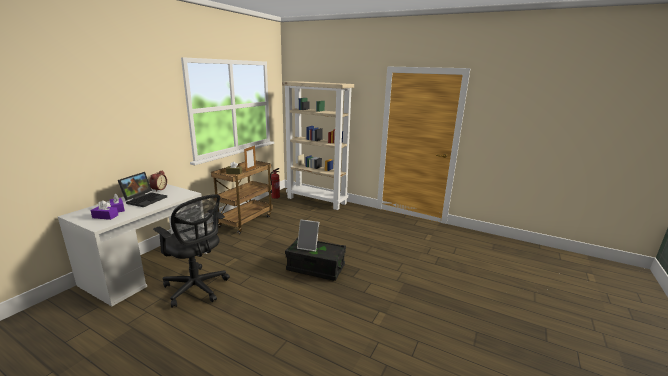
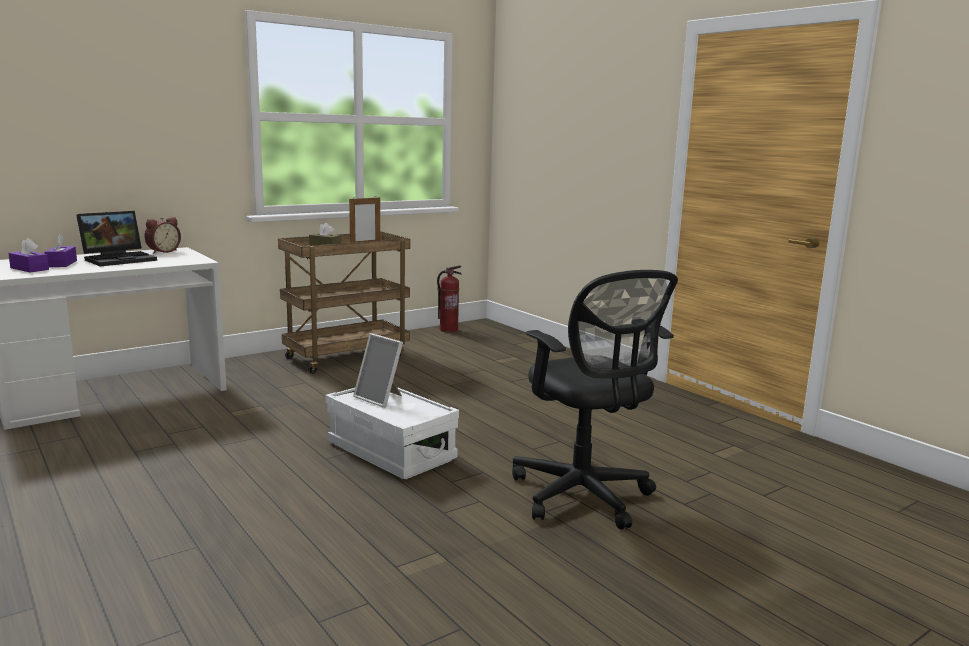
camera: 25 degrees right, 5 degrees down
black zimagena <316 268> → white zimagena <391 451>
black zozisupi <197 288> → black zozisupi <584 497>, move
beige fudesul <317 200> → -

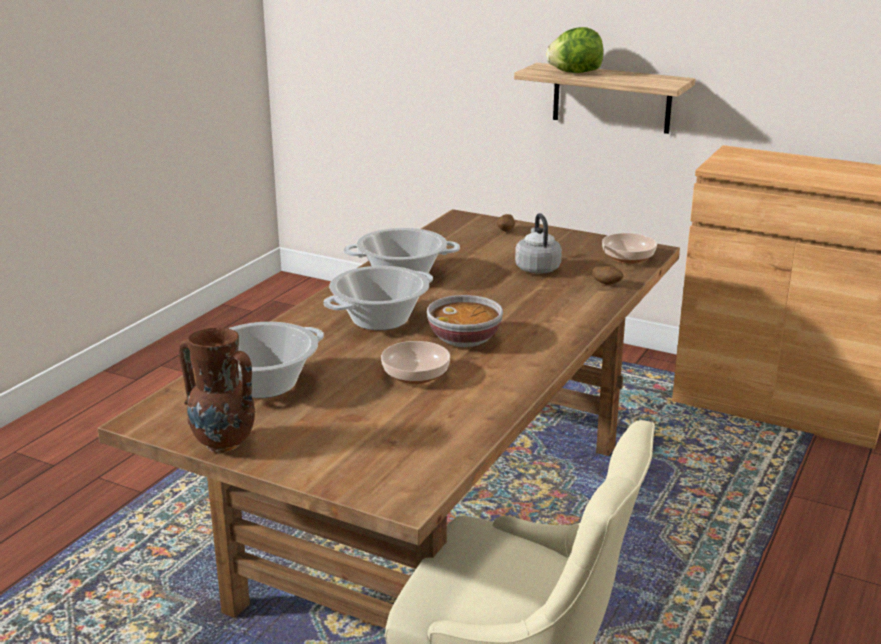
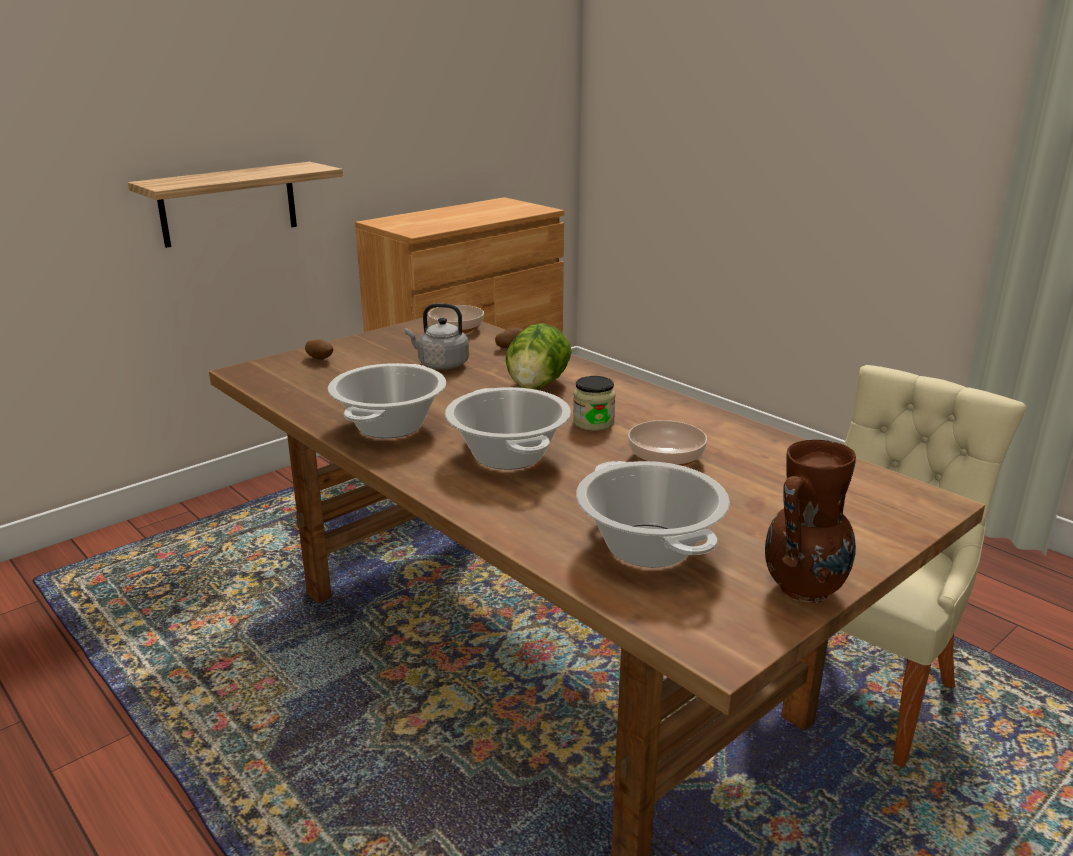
camera: 70 degrees left, 0 degrees up
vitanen <574 73> → vitanen <537 386>, move
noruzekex <465 339> → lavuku <593 423>

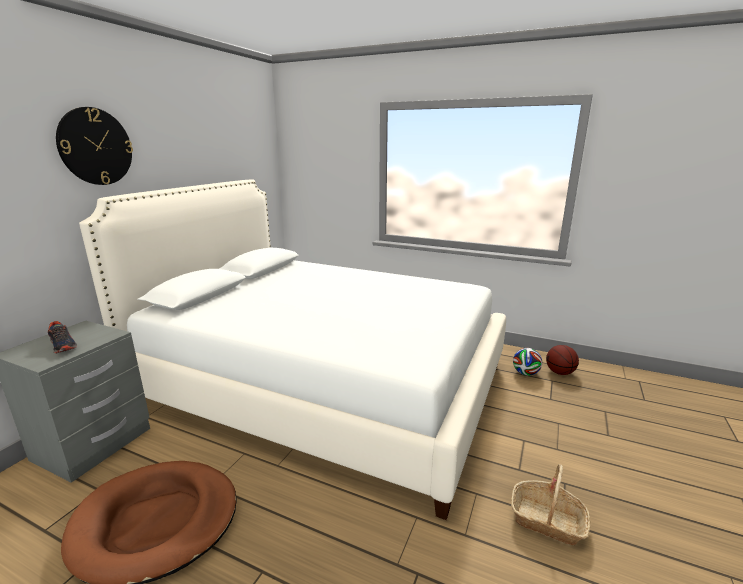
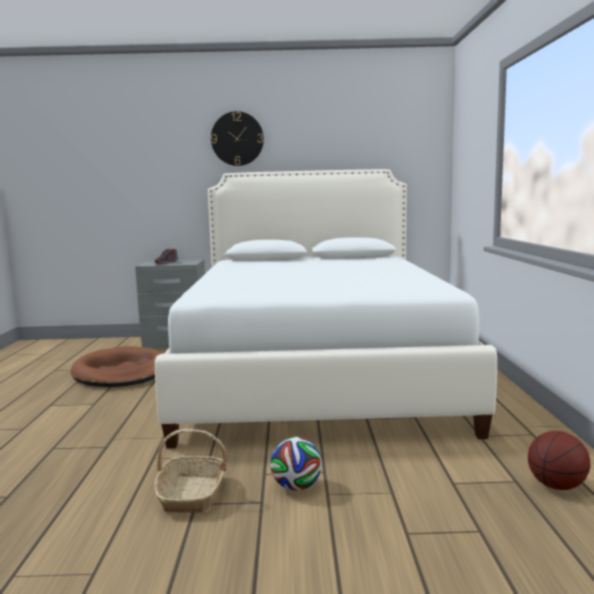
camera: 65 degrees right, 10 degrees down
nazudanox <525 373> → nazudanox <296 487>, move

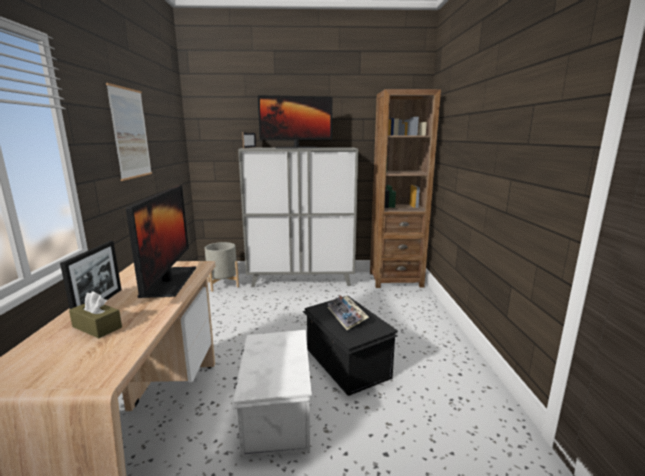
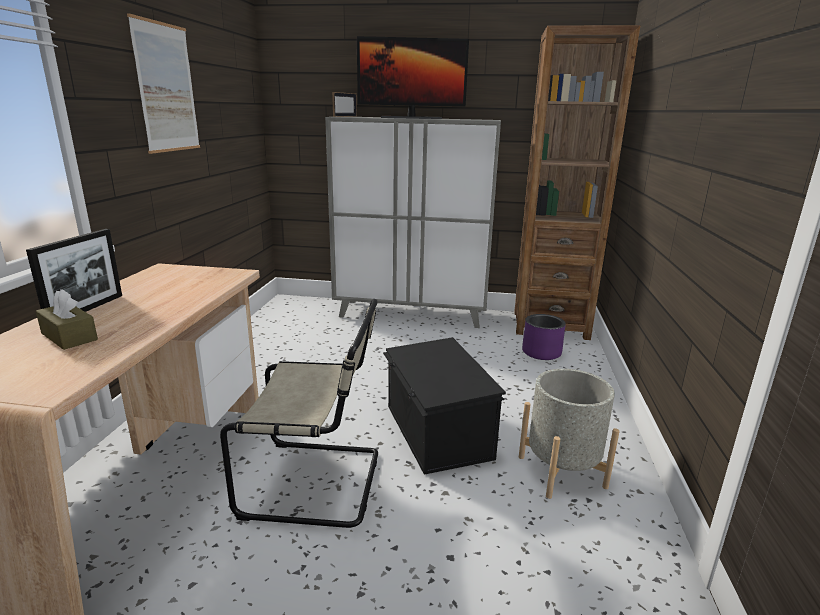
camera: 10 degrees right, 5 degrees up
white zimagena <275 413> → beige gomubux <318 482>
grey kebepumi <223 284> → grey kebepumi <561 471>, move
- → purple kebepumi <541 352>
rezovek <169 281> → -
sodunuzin <347 316> → -

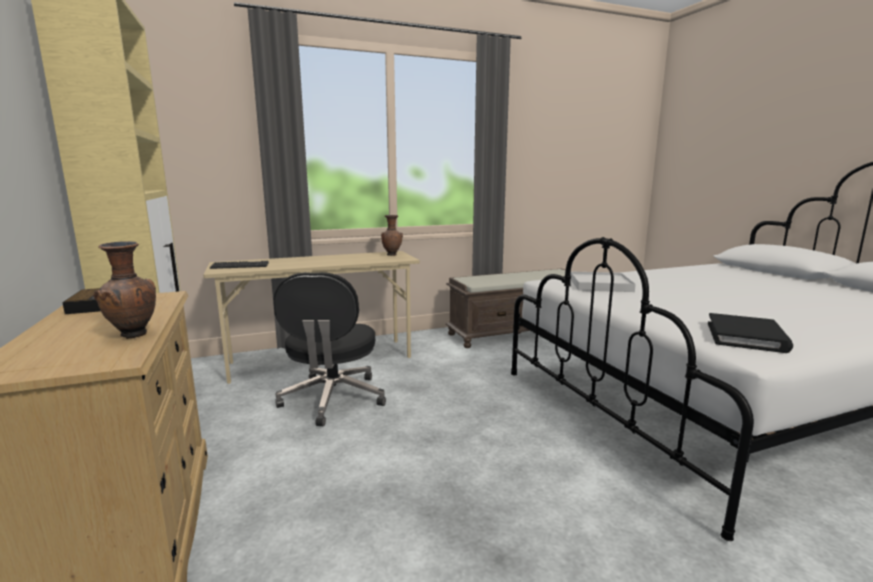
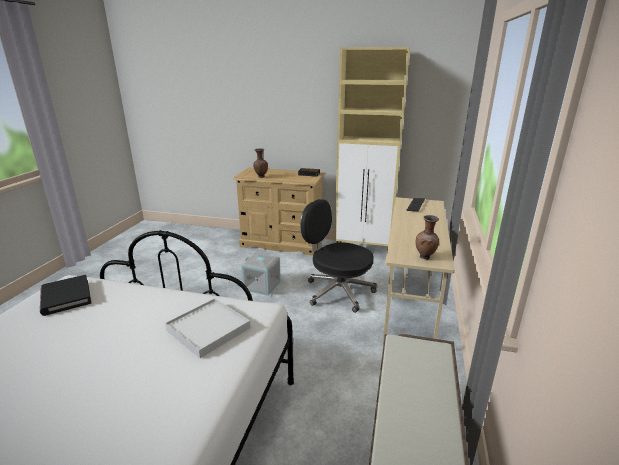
camera: 125 degrees right, 10 degrees up
- → grey zimagena <262 285>

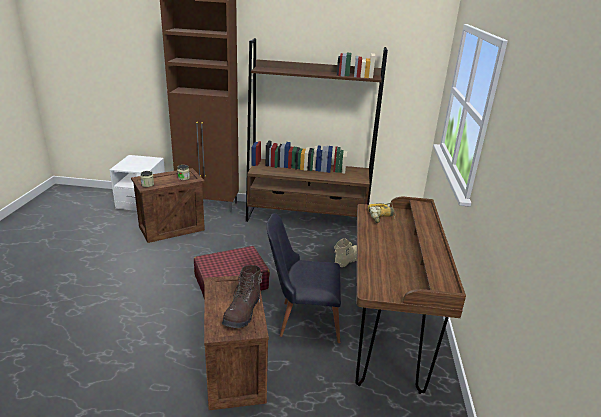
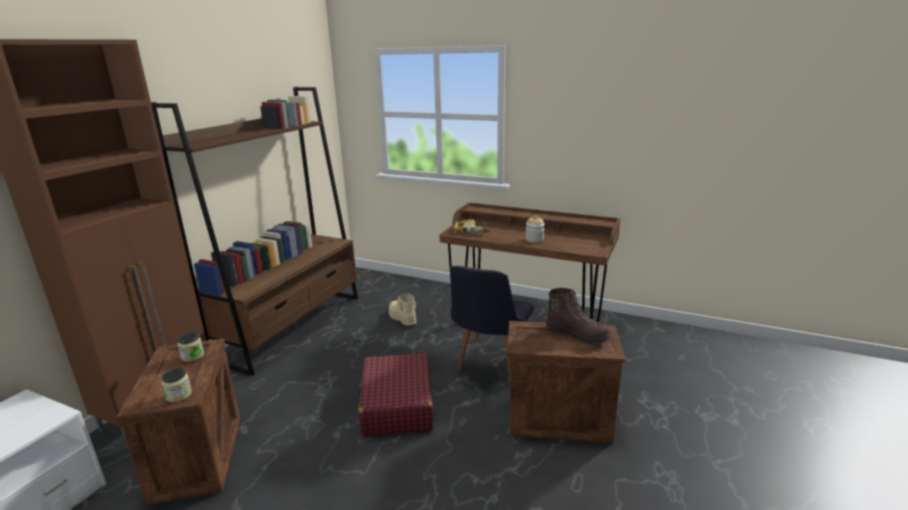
camera: 70 degrees left, 5 degrees down
- → lavuku <534 239>

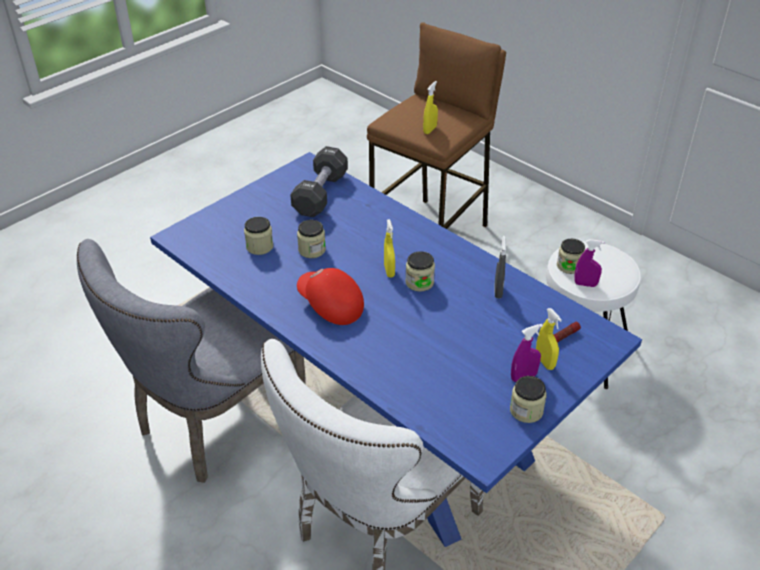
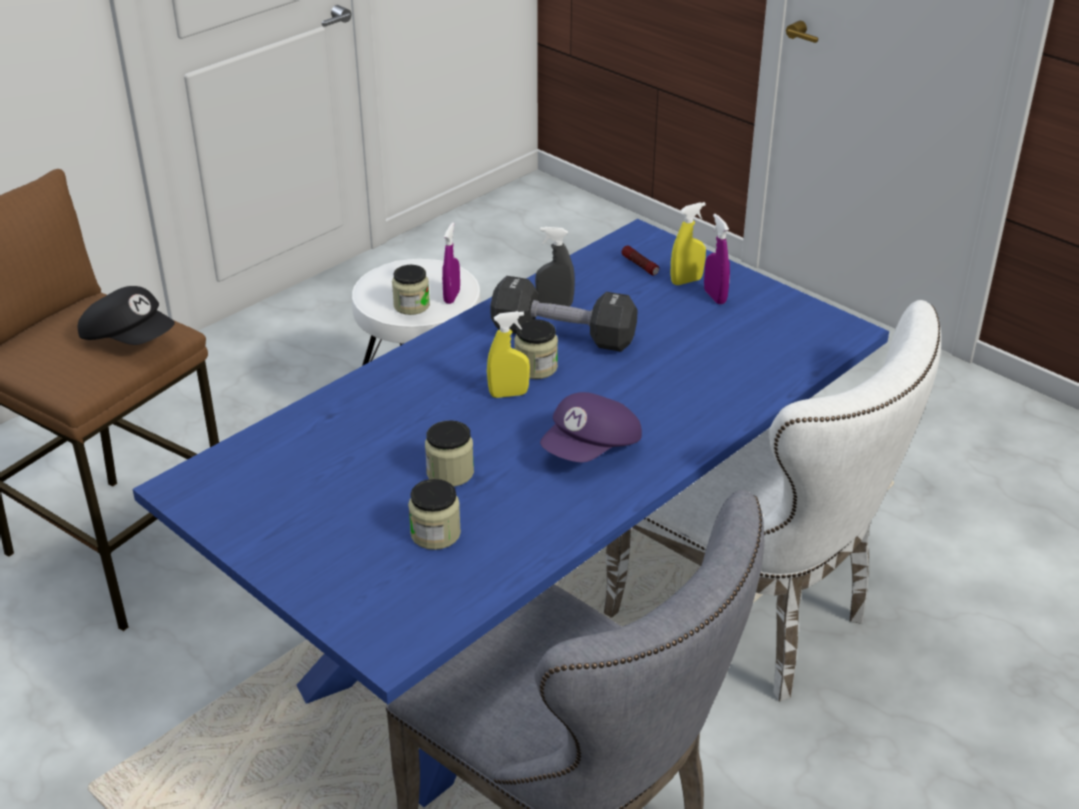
camera: 90 degrees left, 5 degrees down
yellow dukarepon <430 130> → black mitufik <130 338>
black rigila <320 194> → black rigila <563 335>, move
red mitufik <330 306> → purple mitufik <592 449>
lavuku <526 410> → -

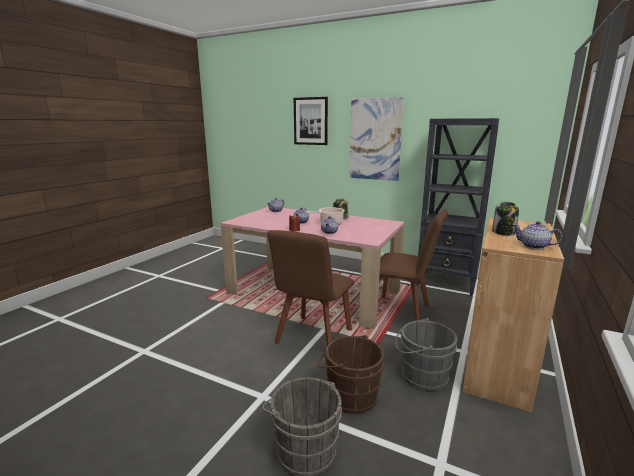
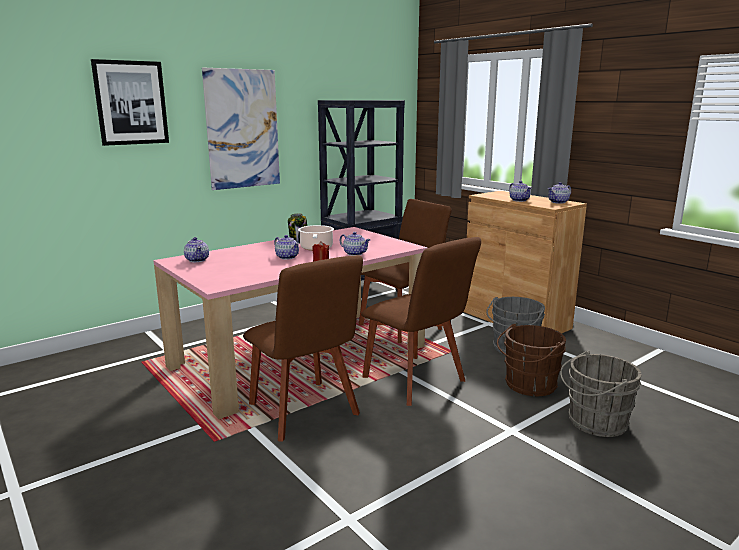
camera: 65 degrees left, 0 degrees up
- → brown gomubux <305 412>
lavuku <503 232> → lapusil <519 200>

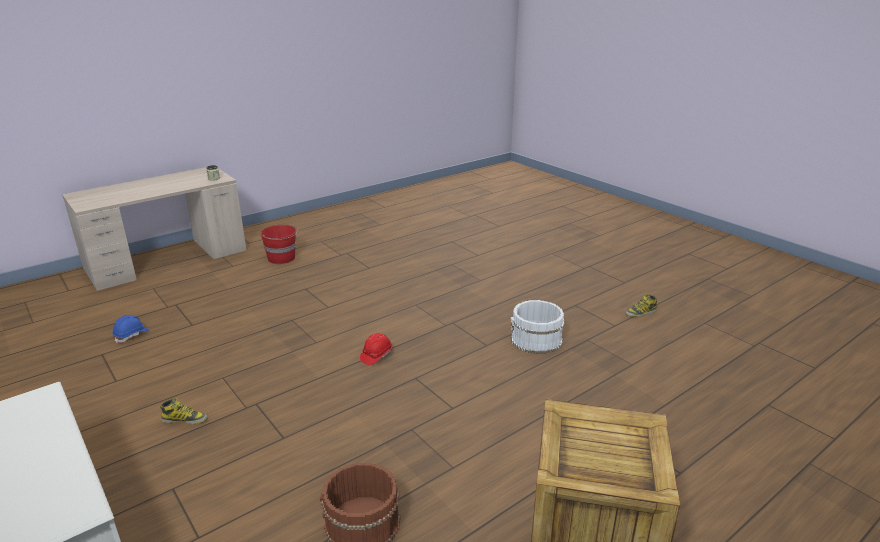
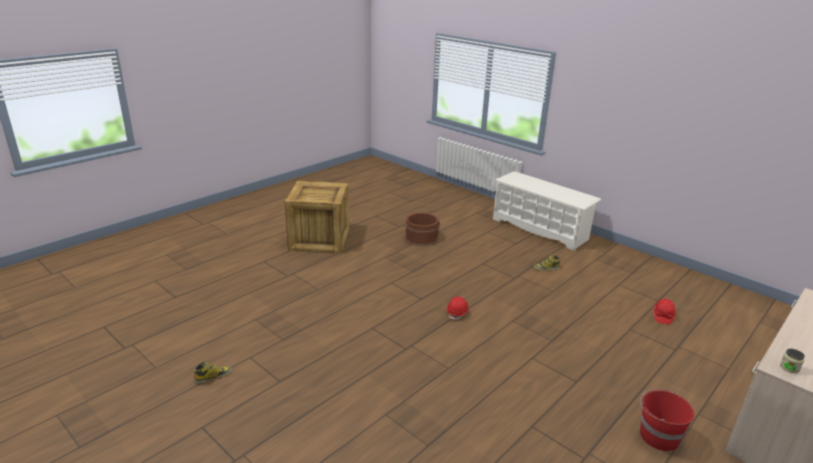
camera: 170 degrees right, 0 degrees up
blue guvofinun <131 335> → red guvofinun <662 316>
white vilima <536 340> → -

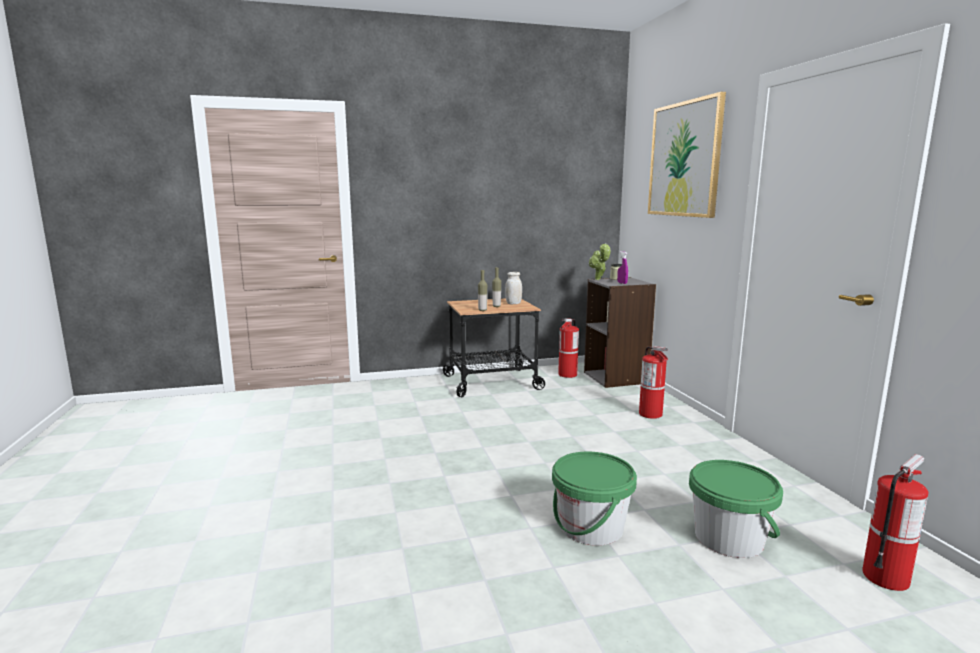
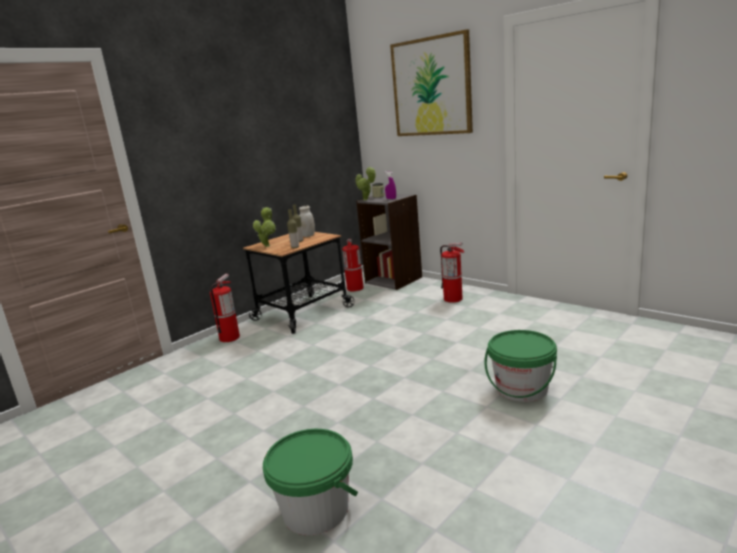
camera: 30 degrees left, 5 degrees up
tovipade <885 577> → tovipade <229 338>, move
- → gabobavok <268 245>
green vilima <729 538> → green vilima <316 510>, move

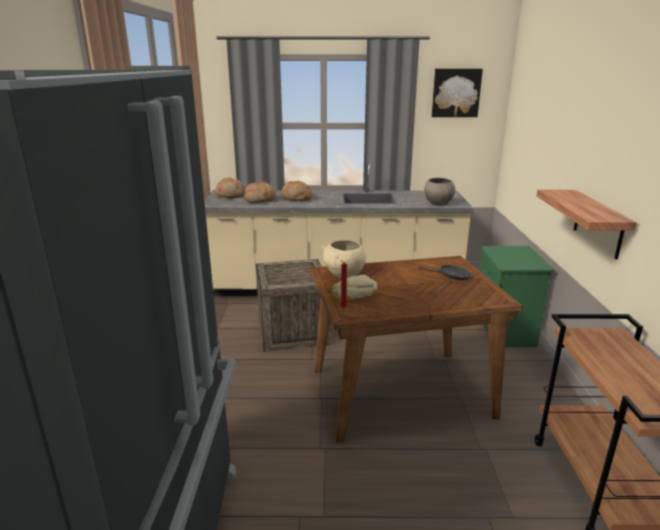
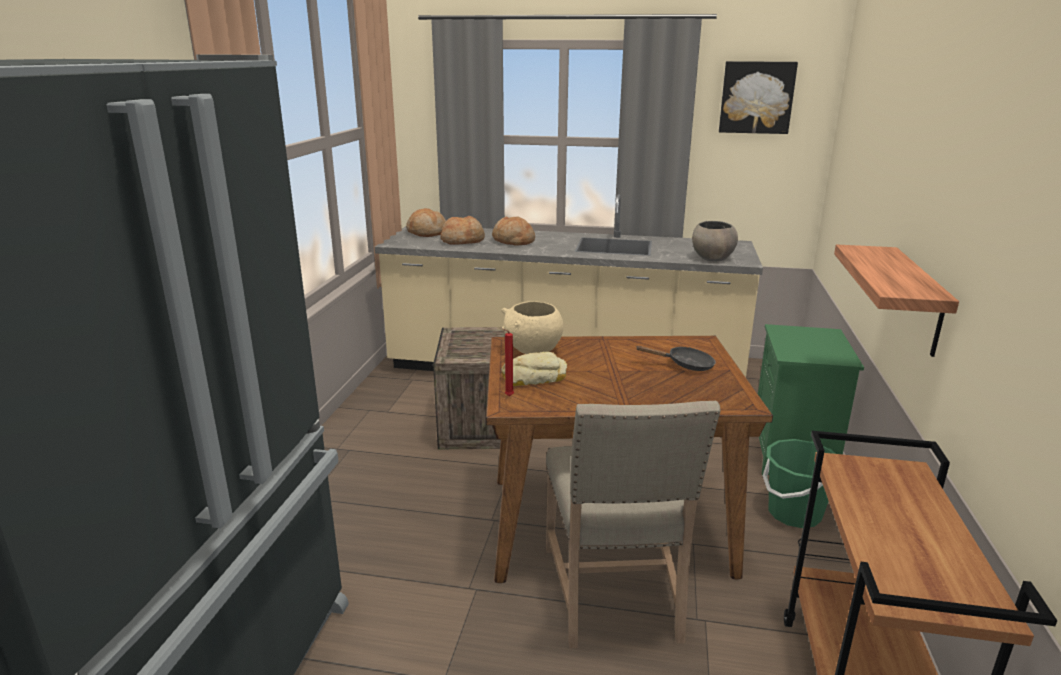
camera: 10 degrees right, 0 degrees up
- → beige gomubux <615 595>
- → green vilima <794 513>

